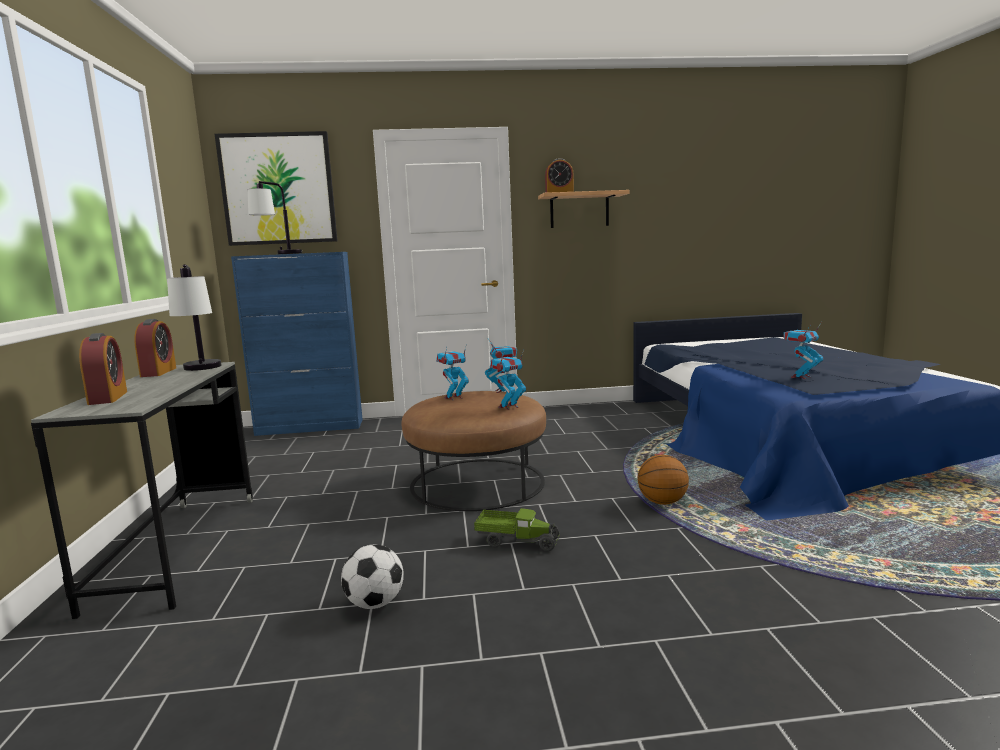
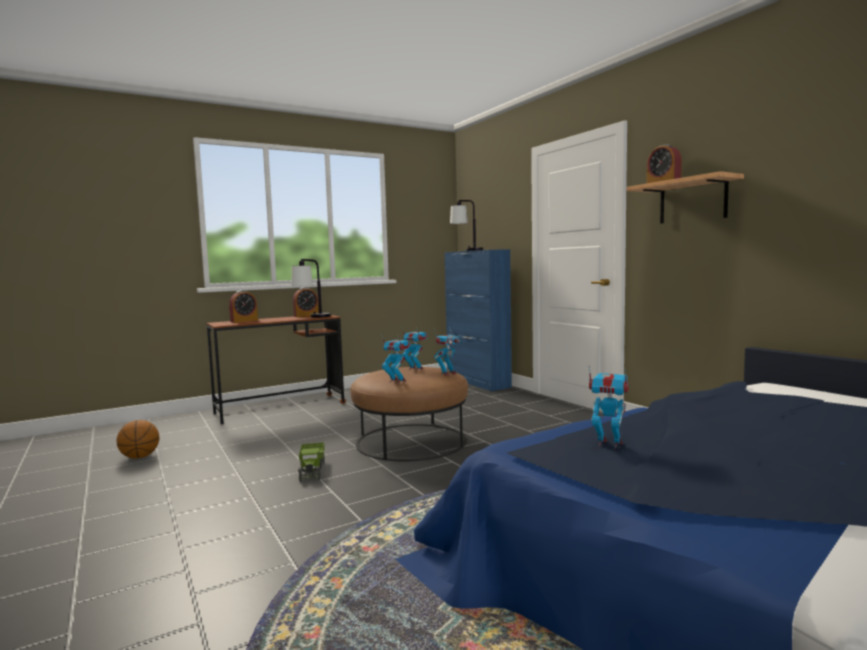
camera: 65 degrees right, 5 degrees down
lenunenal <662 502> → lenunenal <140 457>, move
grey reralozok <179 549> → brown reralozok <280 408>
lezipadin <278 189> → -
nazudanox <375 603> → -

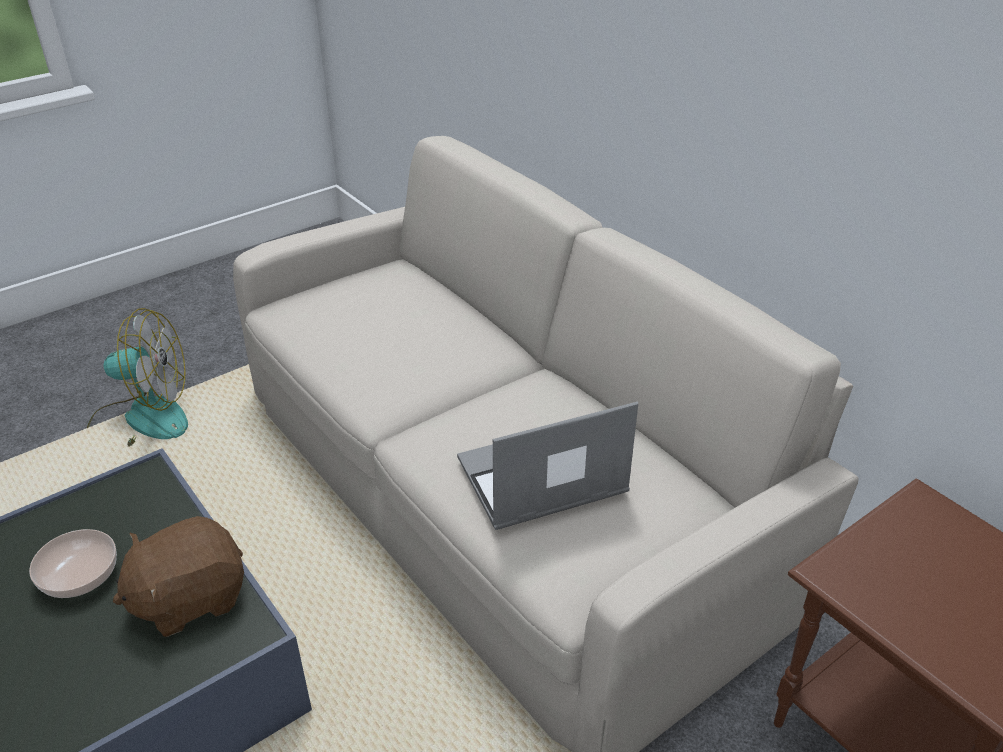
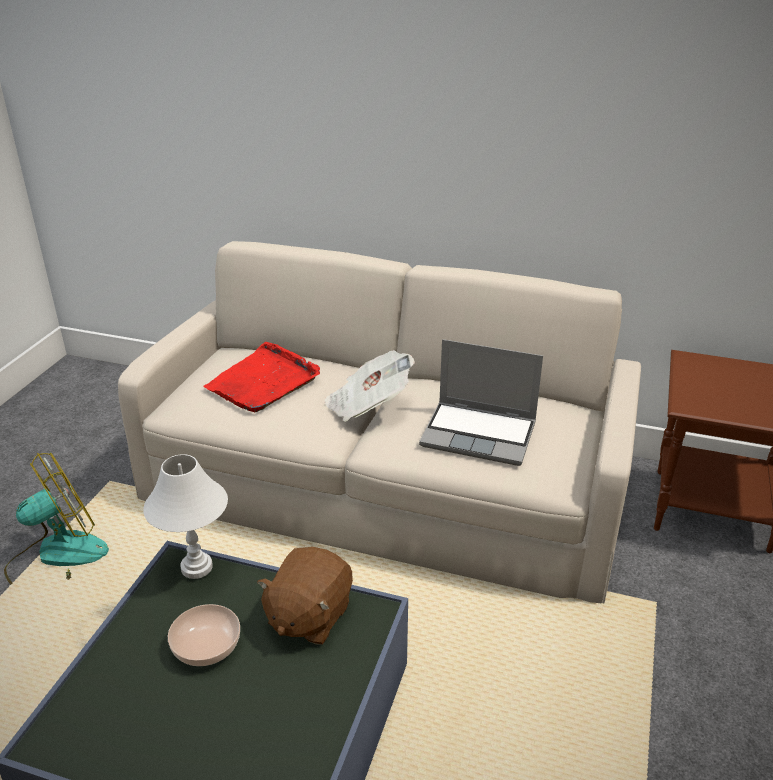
camera: 35 degrees left, 5 degrees down
- → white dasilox <197 567>
- → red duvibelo <264 382>
- → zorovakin <368 405>
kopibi <540 480> → kopibi <480 434>, 105 degrees counterclockwise

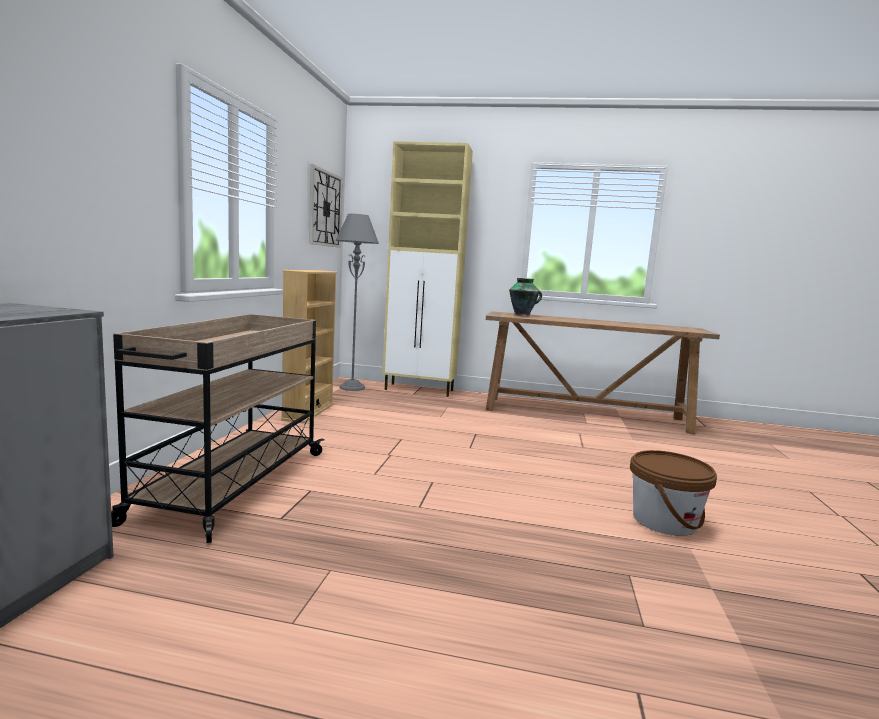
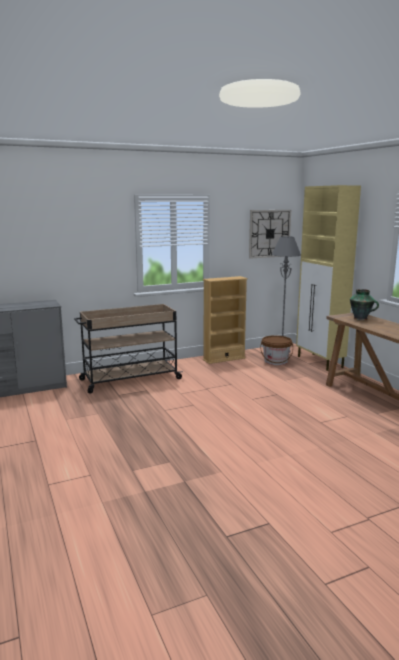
camera: 55 degrees right, 5 degrees up
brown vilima <664 521> → brown vilima <275 361>, move

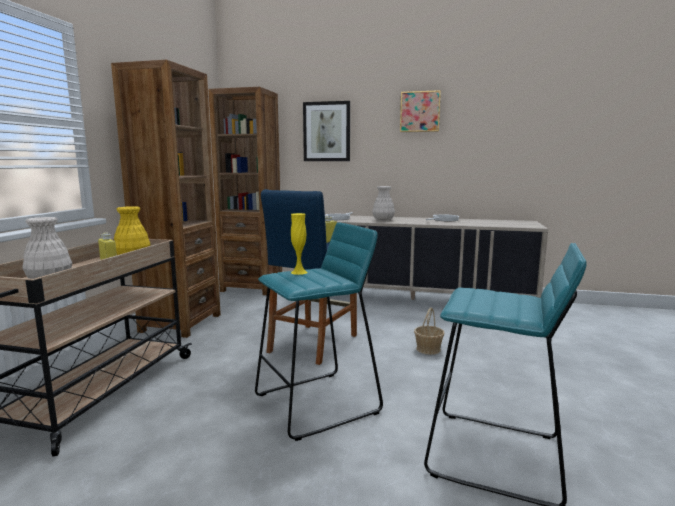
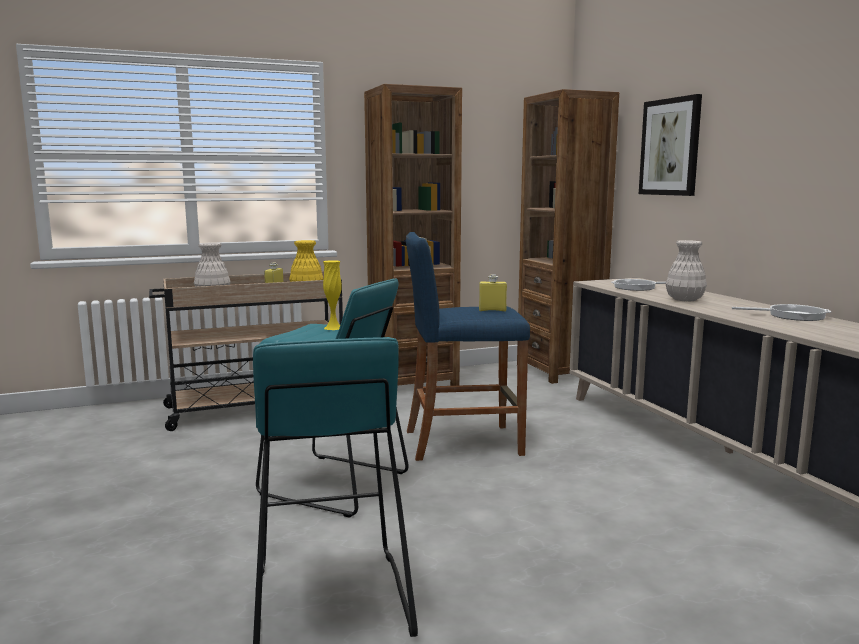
camera: 55 degrees right, 0 degrees up
lezipadin <420 112> → -
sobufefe <428 349> → -

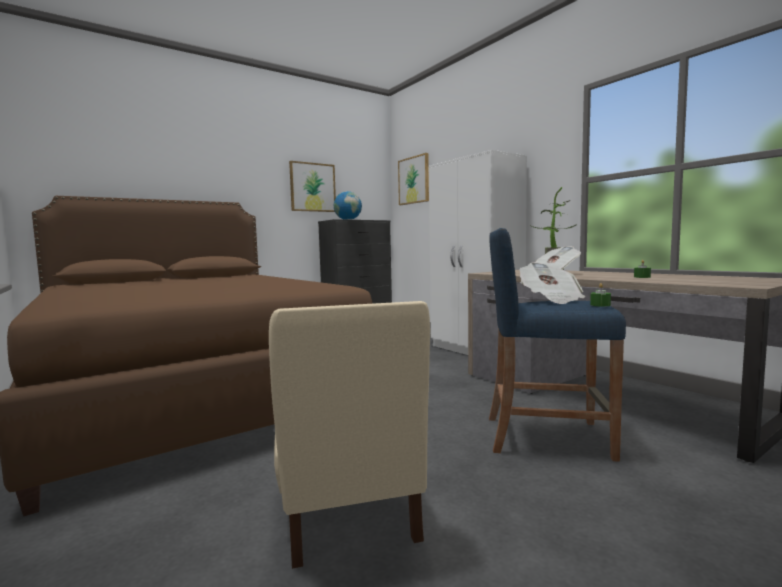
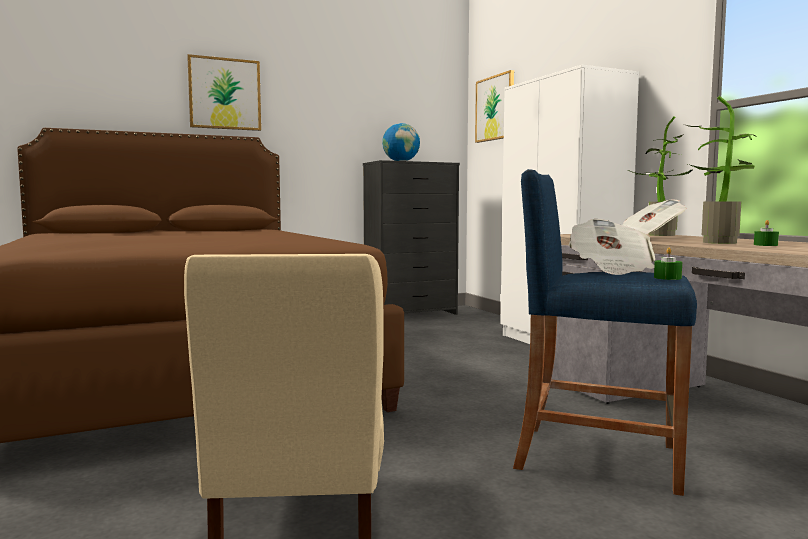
camera: 10 degrees right, 0 degrees up
lezipadin <312 187> → lezipadin <224 94>, move
- → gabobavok <720 242>

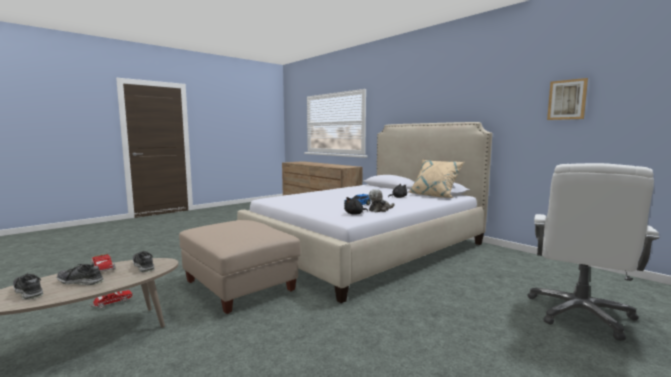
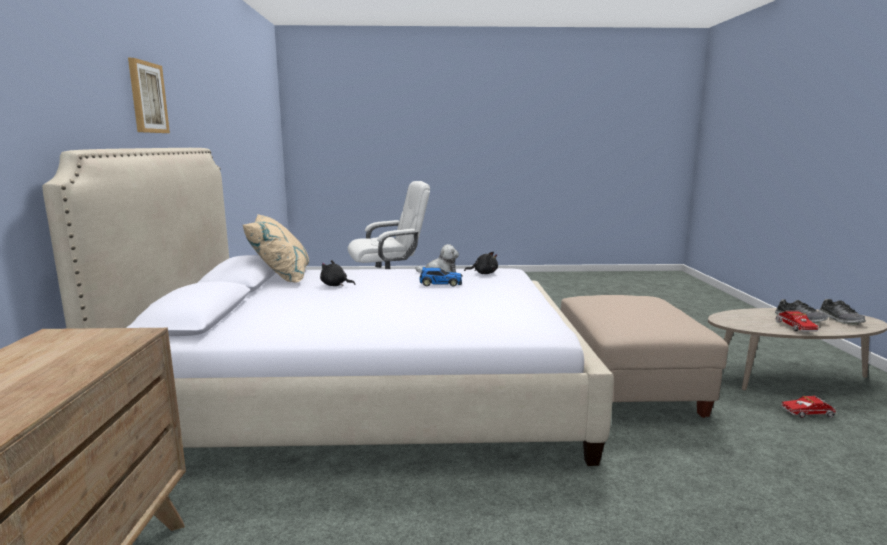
camera: 140 degrees left, 5 degrees up
lezipadin <567 99> → lezipadin <147 97>, move
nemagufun <143 266> → -

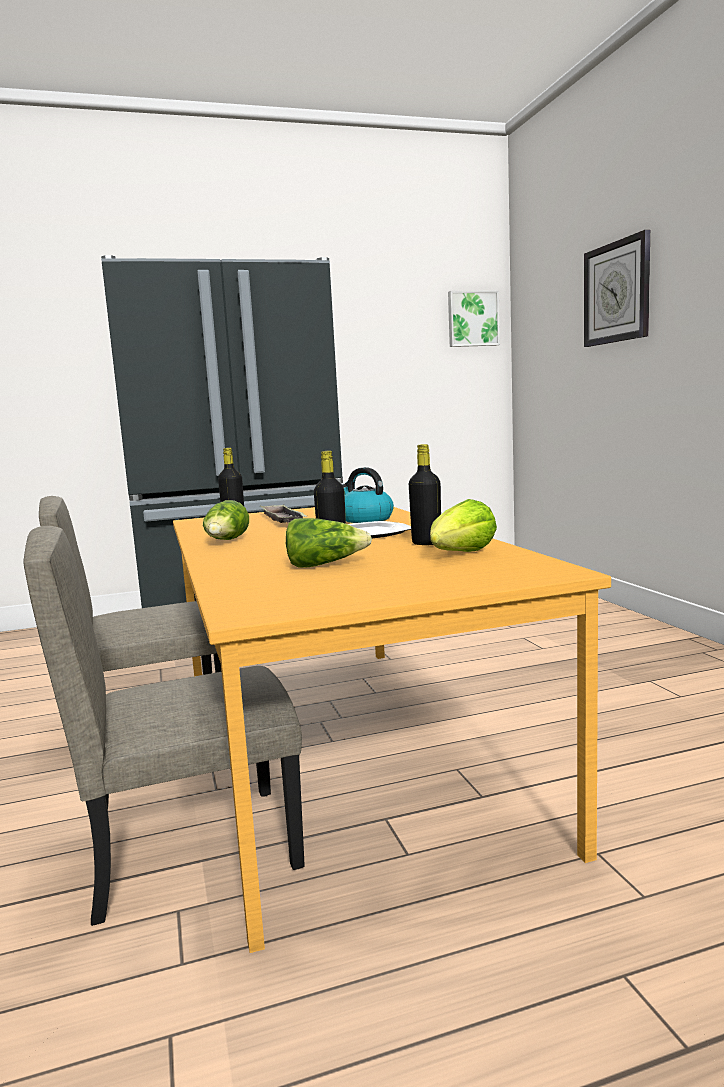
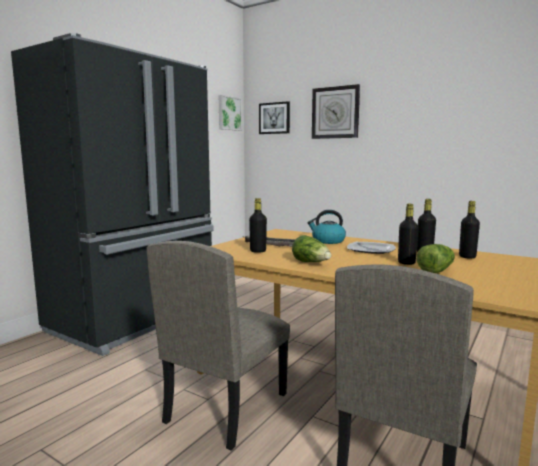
camera: 40 degrees left, 0 degrees up
- → lezipadin <274 118>
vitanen <461 555> → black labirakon <467 257>

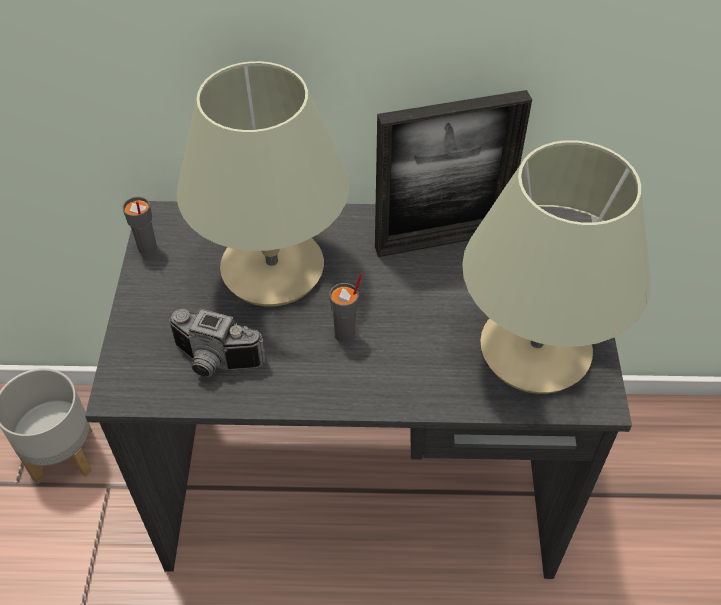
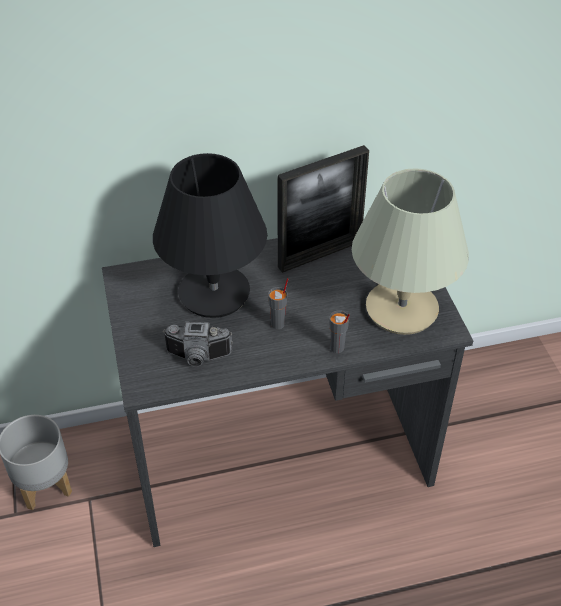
camera: 15 degrees left, 5 degrees down
beige dasilox <271 268> → black dasilox <213 293>
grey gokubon <147 249> → grey gokubon <337 348>, move

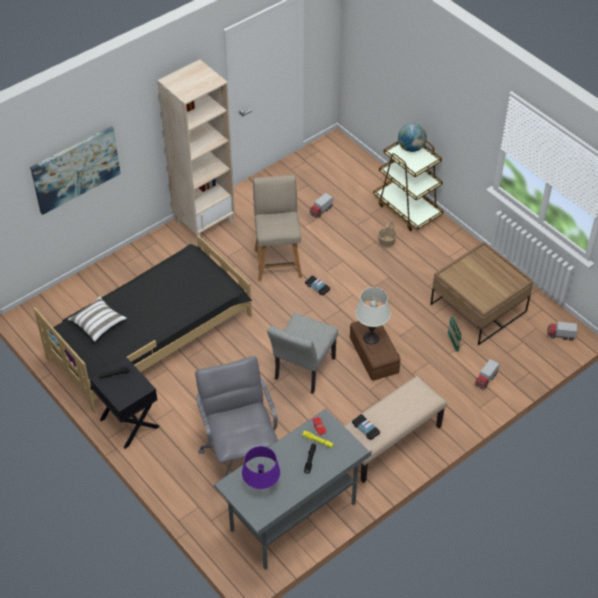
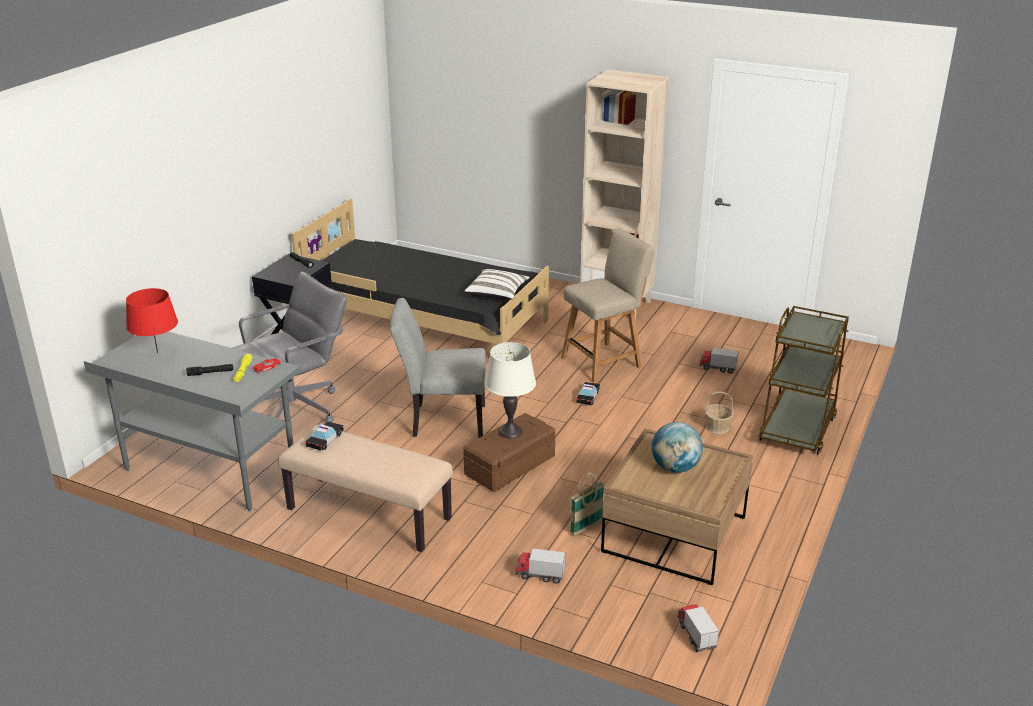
camera: 65 degrees right, 20 degrees down
purple dasilox <261 486> → red dasilox <157 353>
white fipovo <98 324> → white fipovo <497 294>, move
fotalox <411 148> → fotalox <675 468>, move
lezipadin <75 169> → -

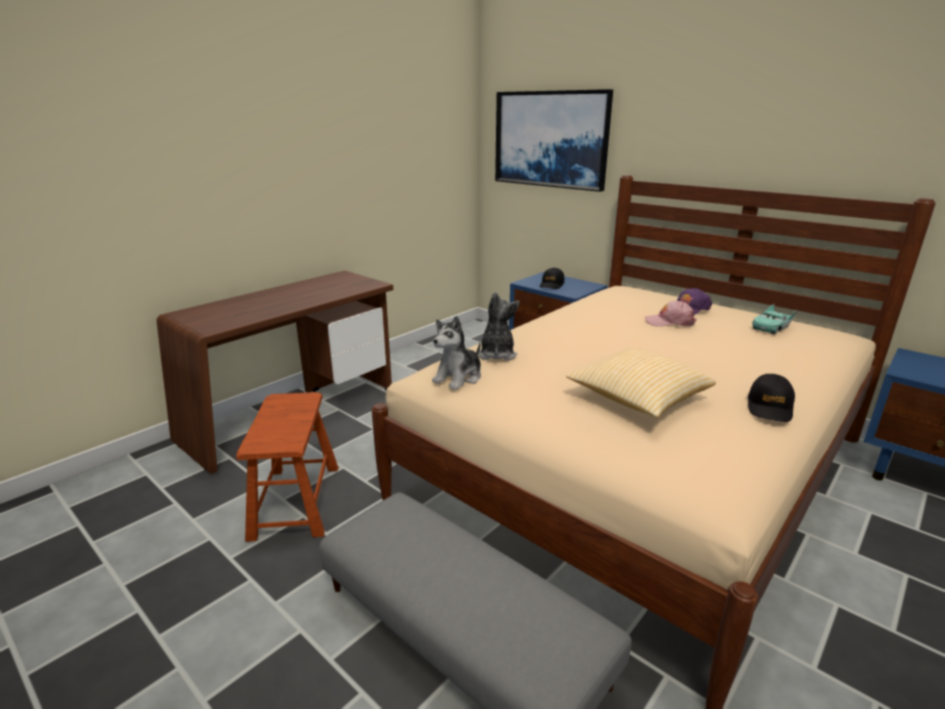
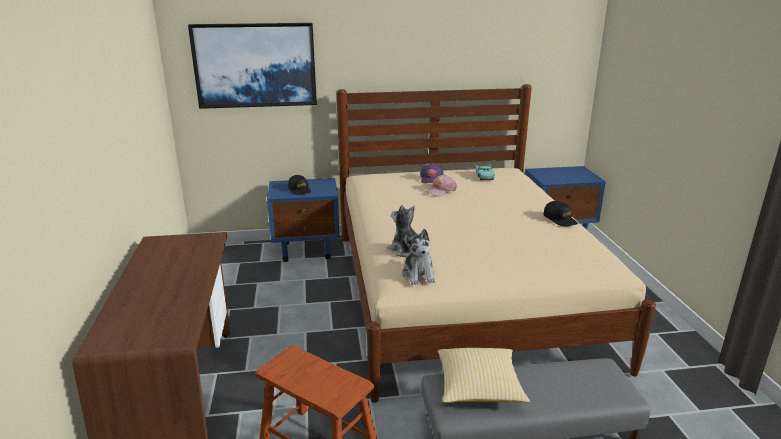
camera: 50 degrees left, 0 degrees up
fipovo <637 399> → fipovo <479 388>, move

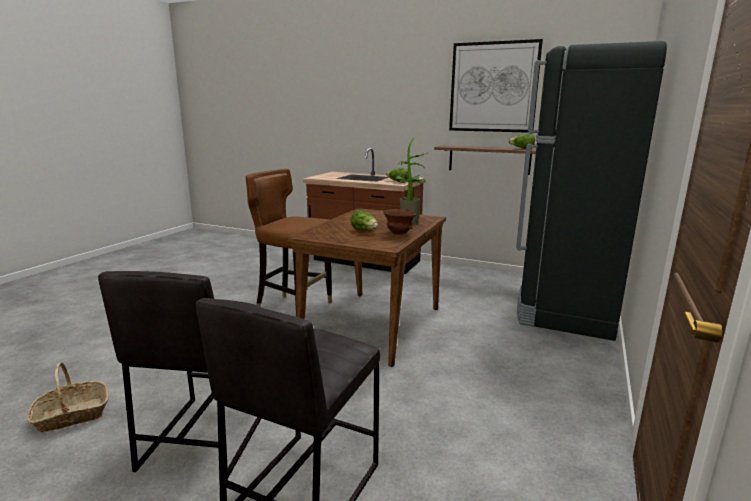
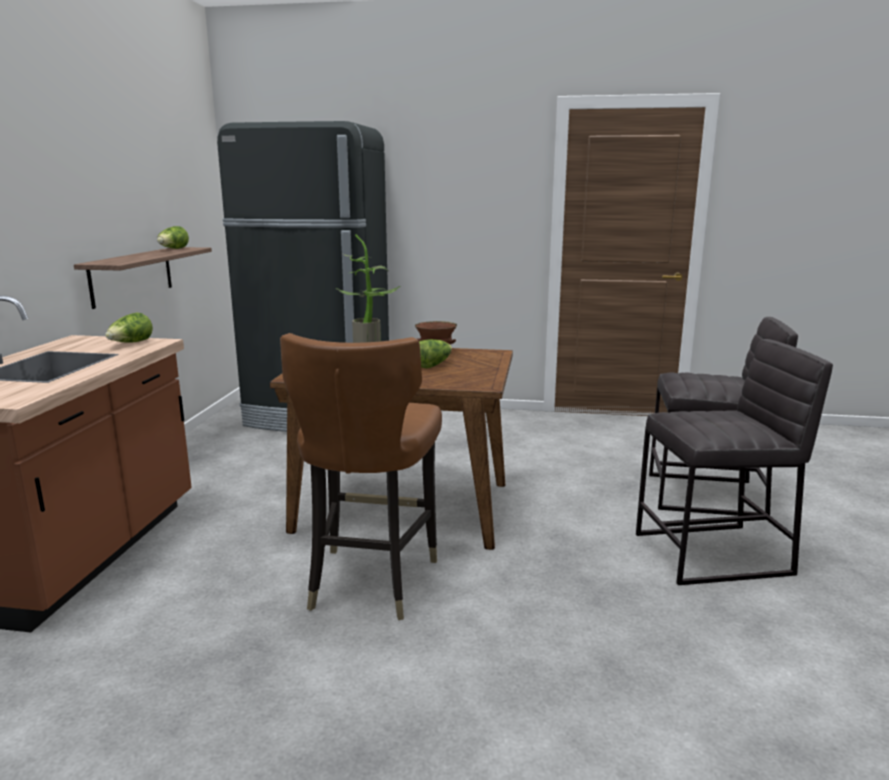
camera: 105 degrees left, 0 degrees up
sobufefe <72 415> → -
lezipadin <493 87> → -

